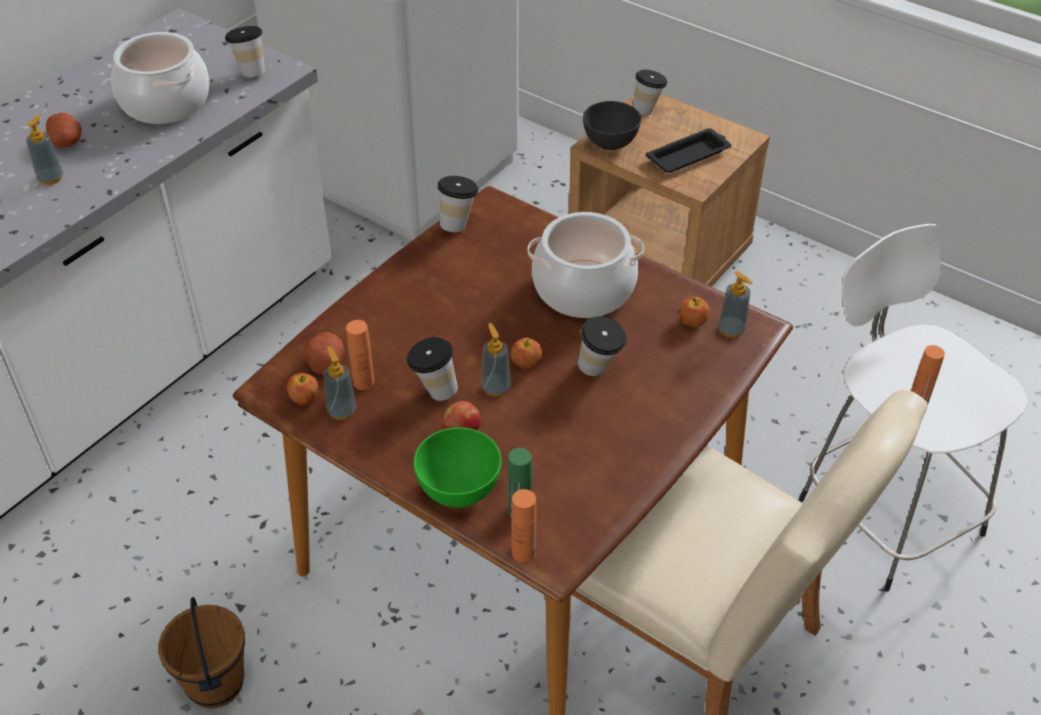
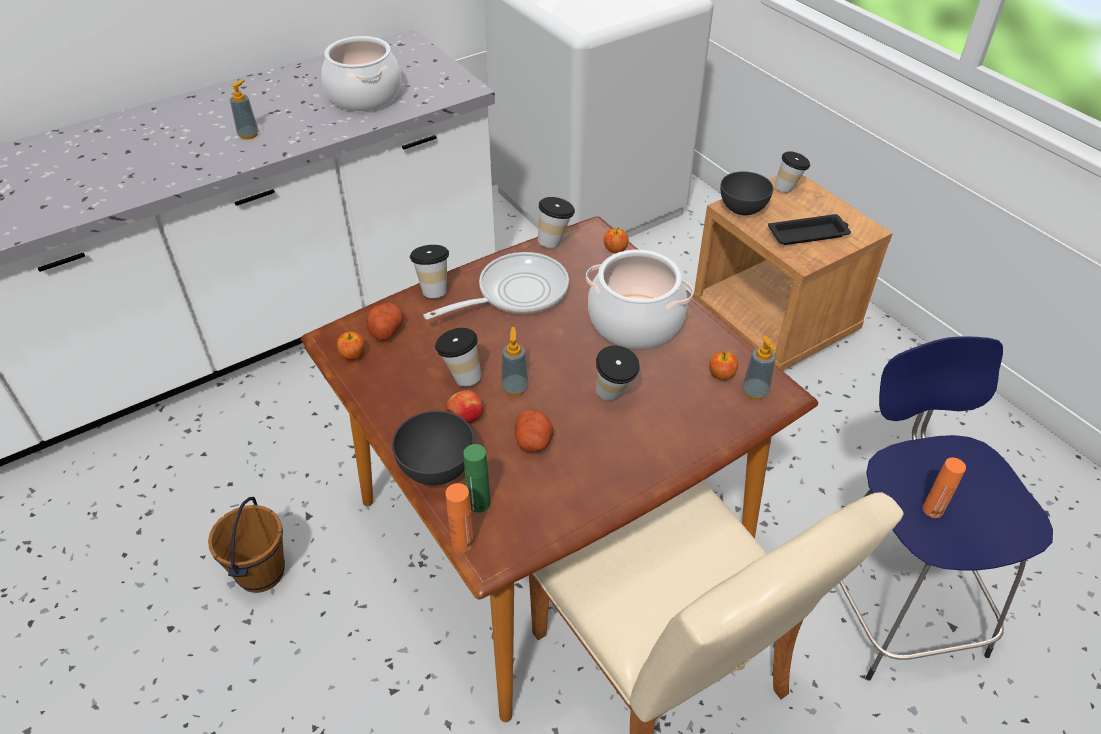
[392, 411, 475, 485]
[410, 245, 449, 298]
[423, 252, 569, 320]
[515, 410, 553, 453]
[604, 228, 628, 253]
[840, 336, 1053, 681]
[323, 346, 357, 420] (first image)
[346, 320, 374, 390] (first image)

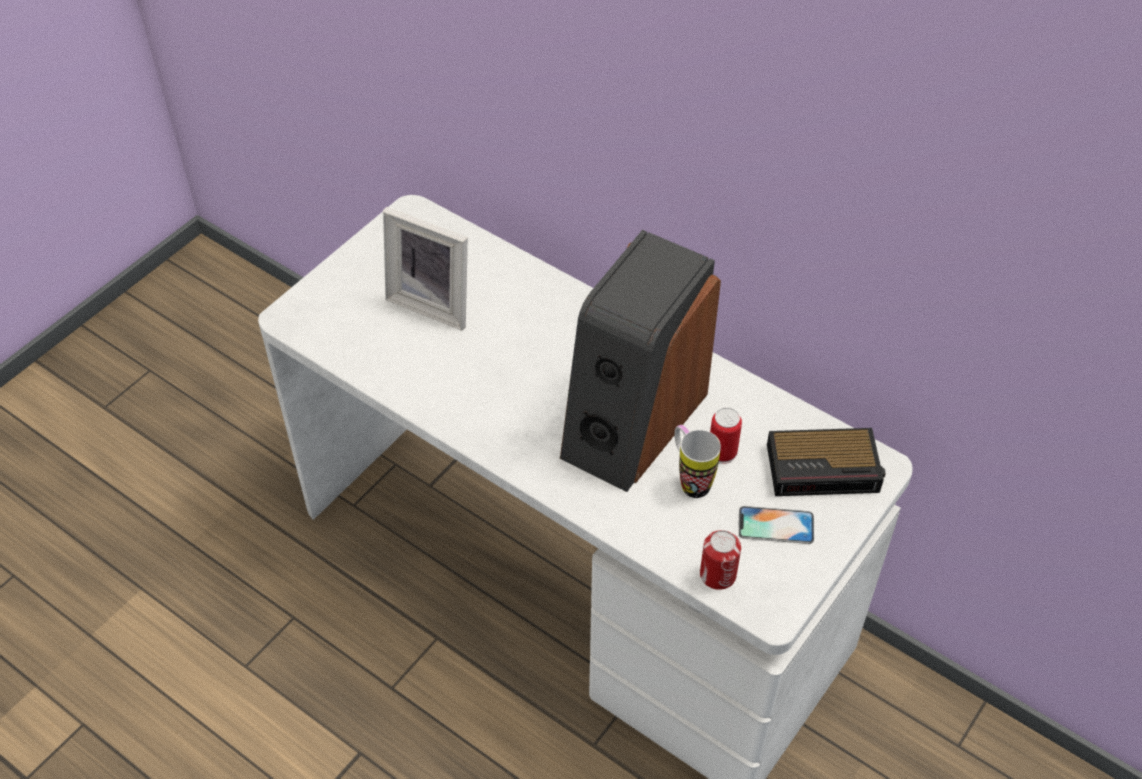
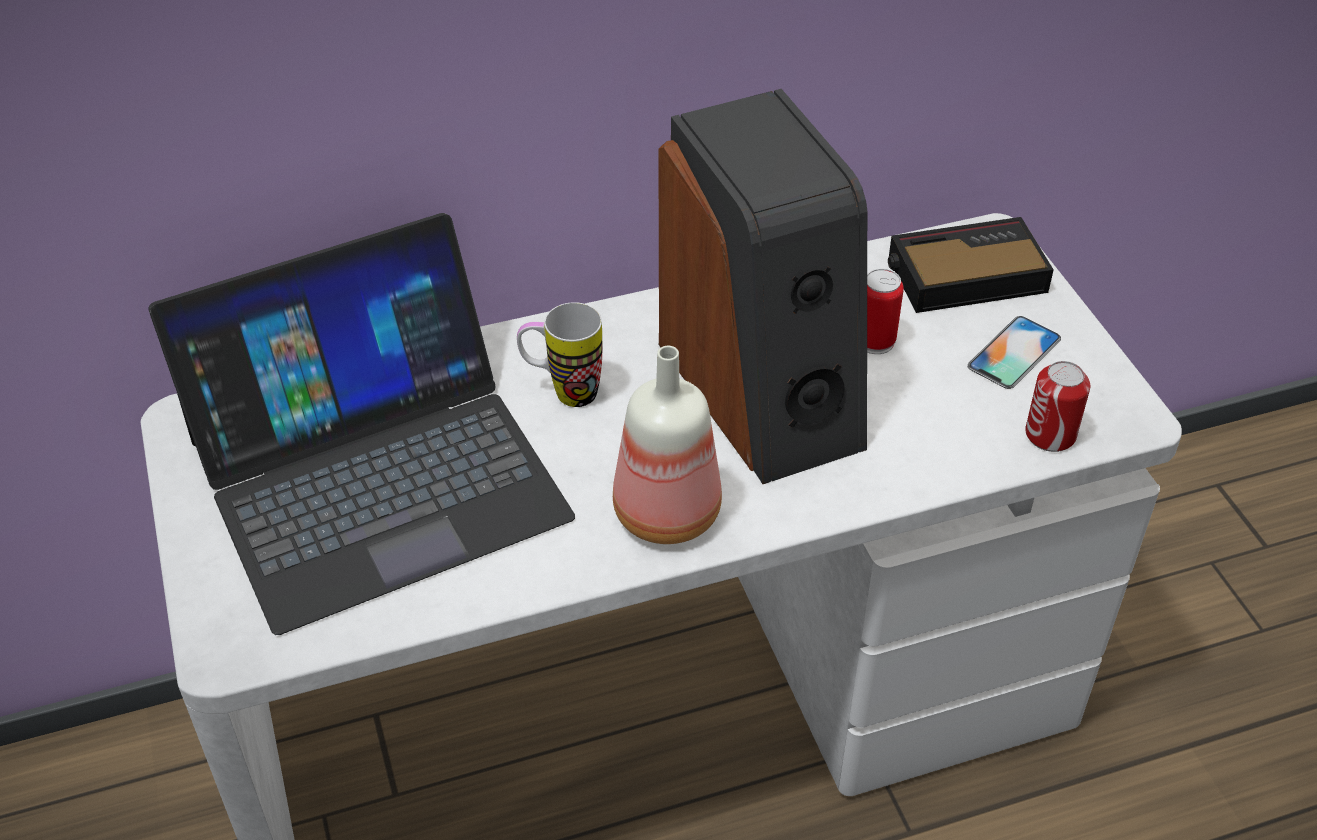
[149, 213, 575, 635]
[517, 302, 602, 407]
[613, 346, 722, 544]
[888, 217, 1054, 313]

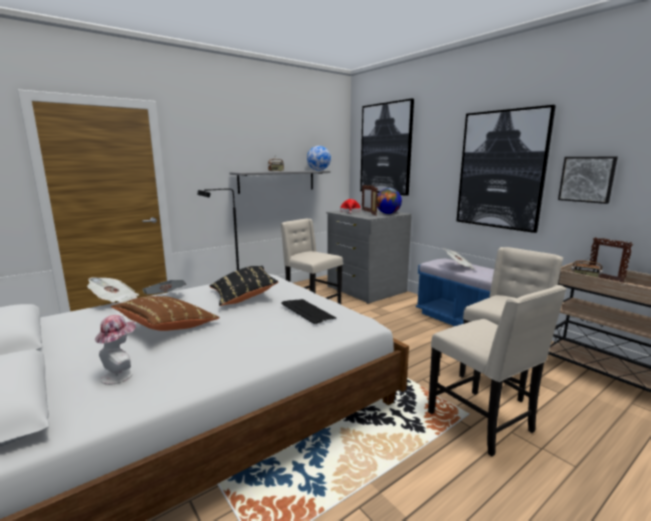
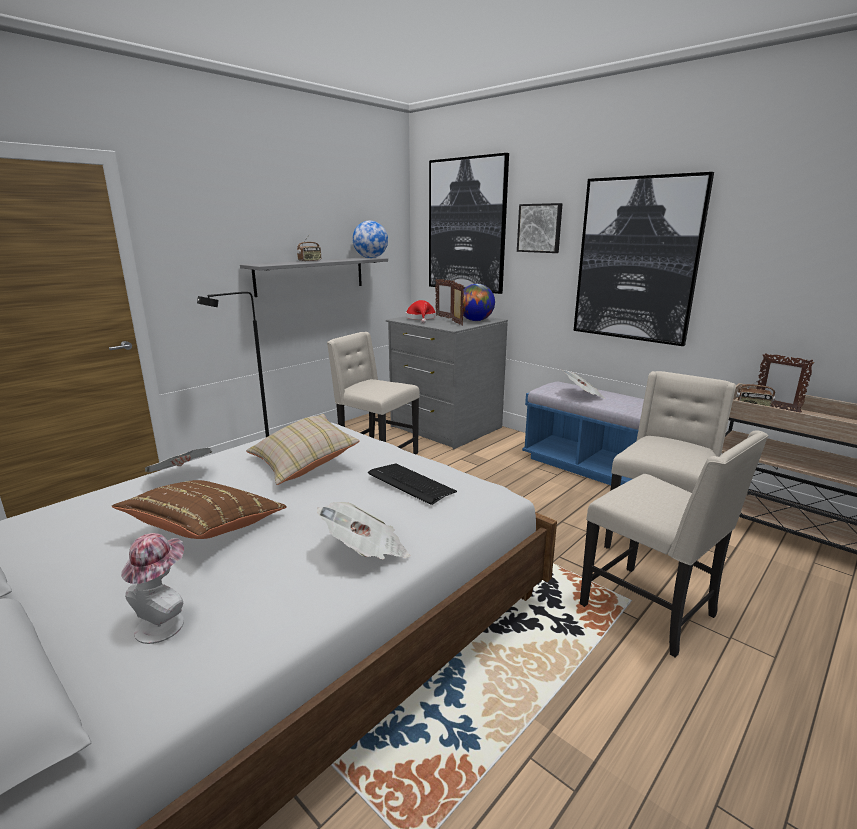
[246, 414, 360, 485]
[317, 502, 411, 559]
[517, 203, 563, 253]

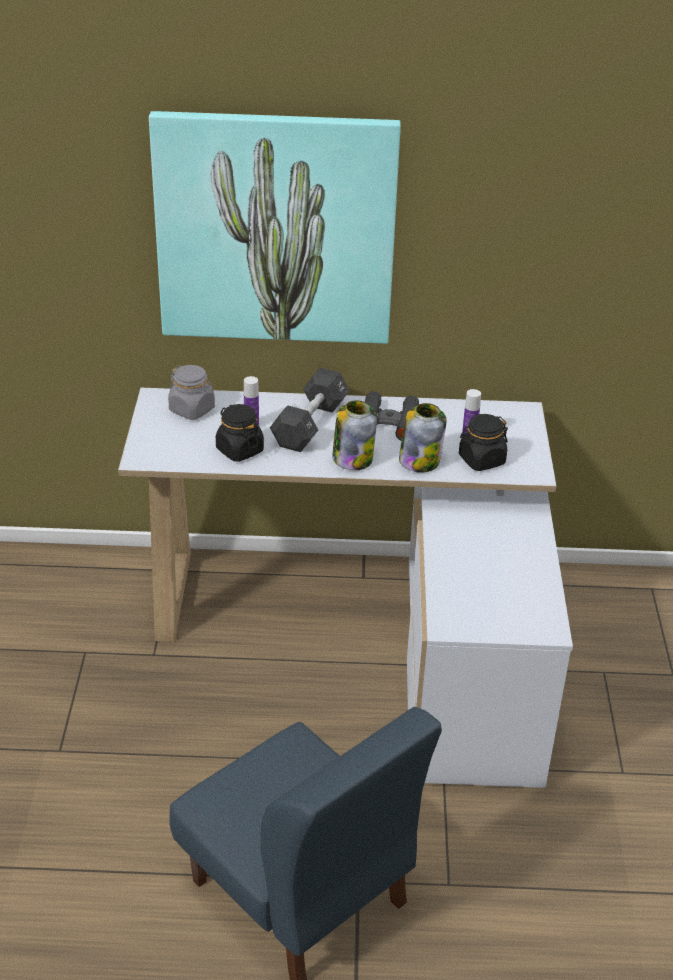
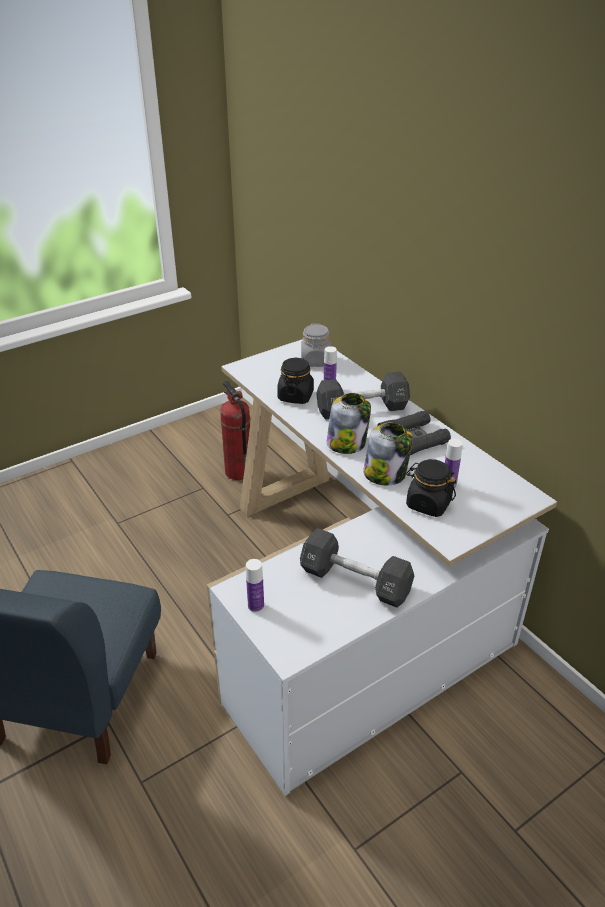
[220, 380, 250, 480]
[246, 559, 264, 612]
[300, 528, 414, 608]
[149, 111, 401, 344] (first image)

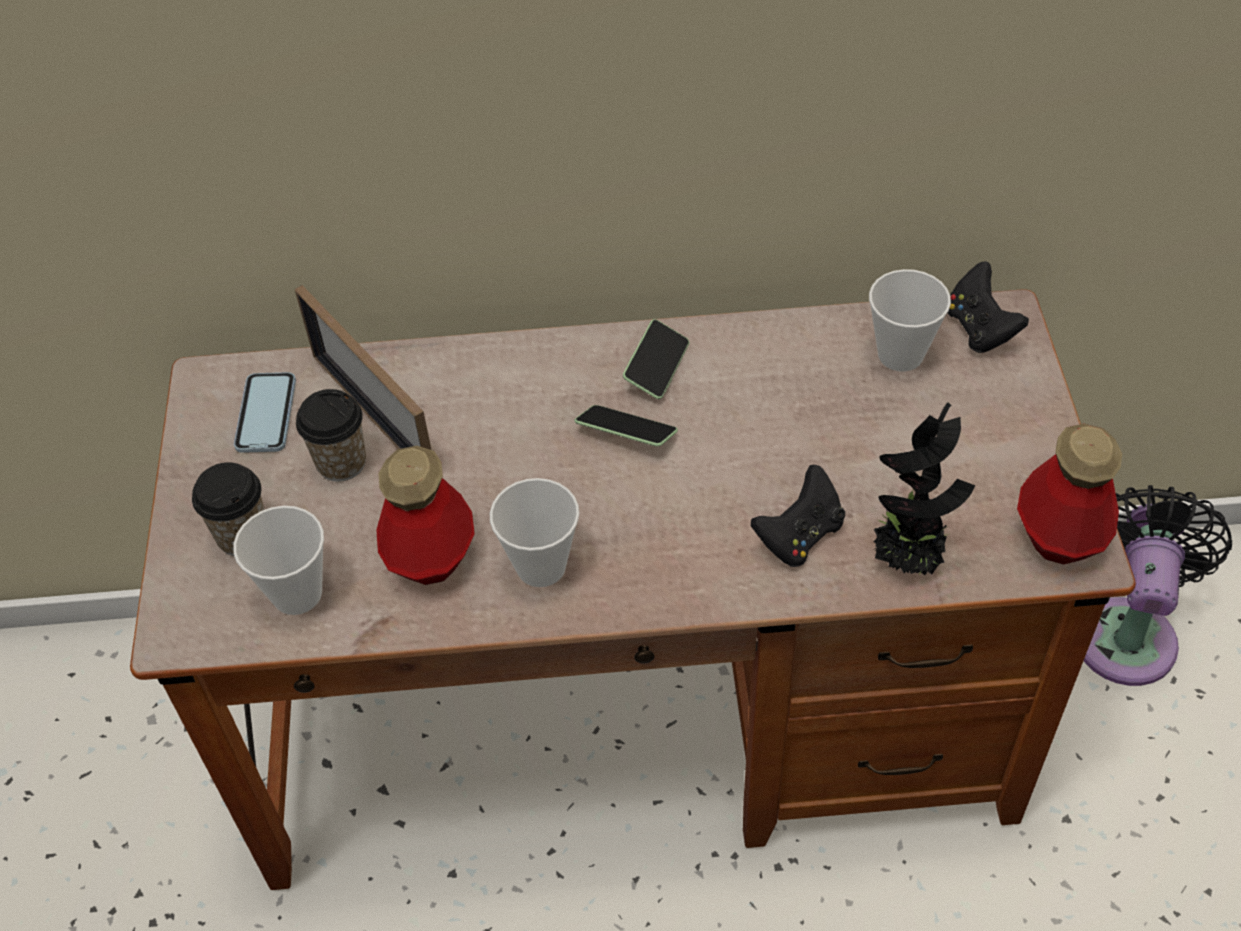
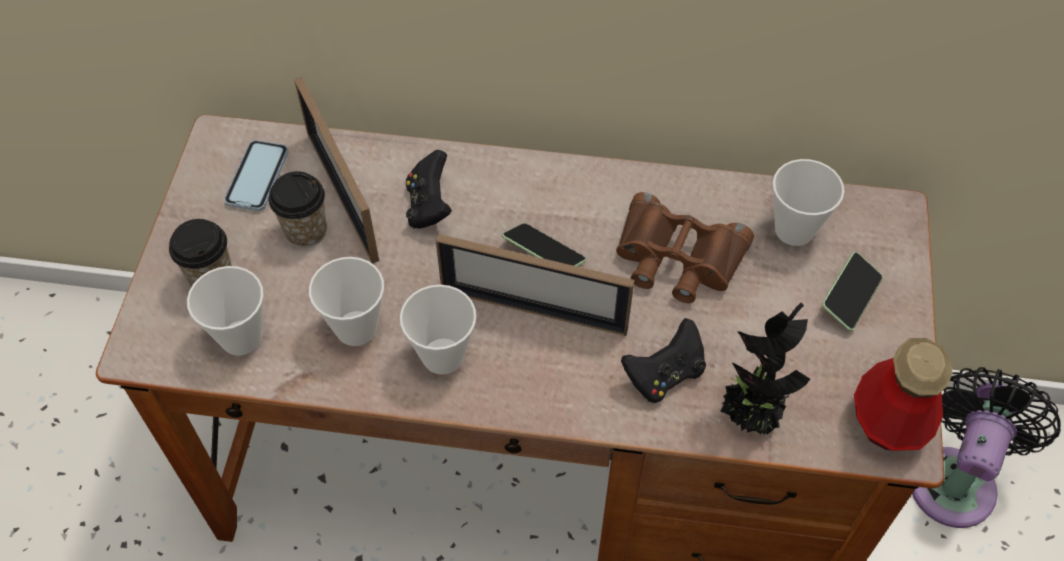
[309, 257, 384, 346]
[406, 150, 452, 229]
[436, 234, 635, 336]
[616, 192, 754, 303]
[822, 252, 883, 331]

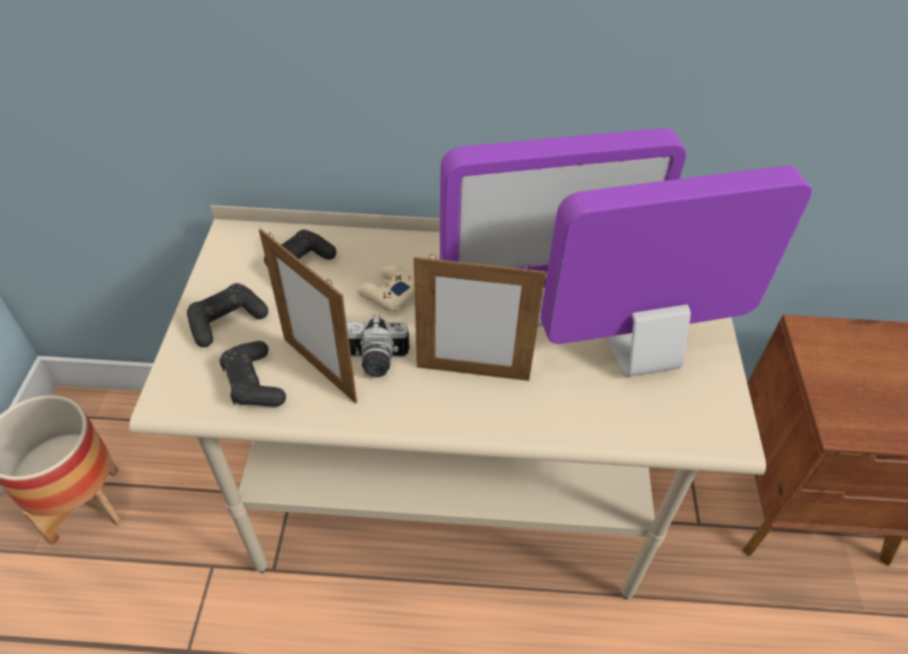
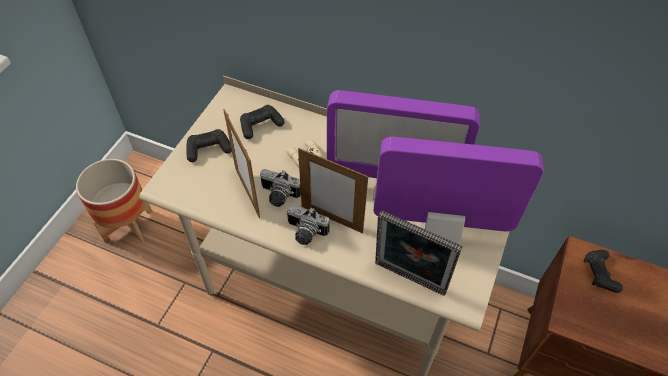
[287, 205, 330, 245]
[375, 210, 463, 296]
[584, 250, 623, 293]

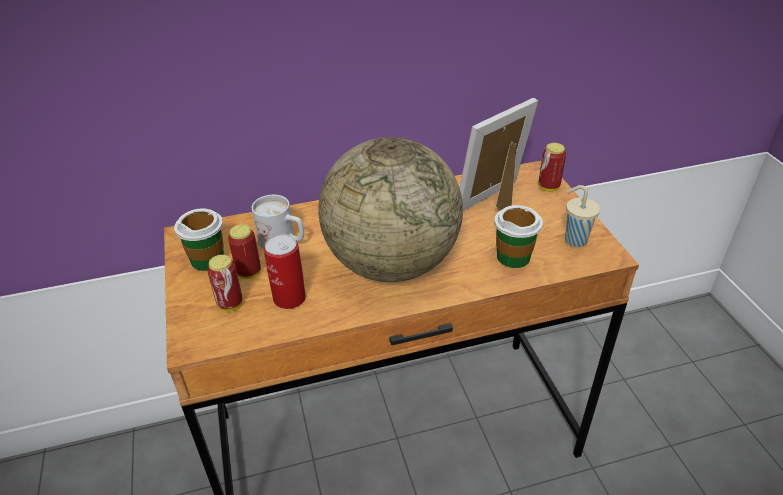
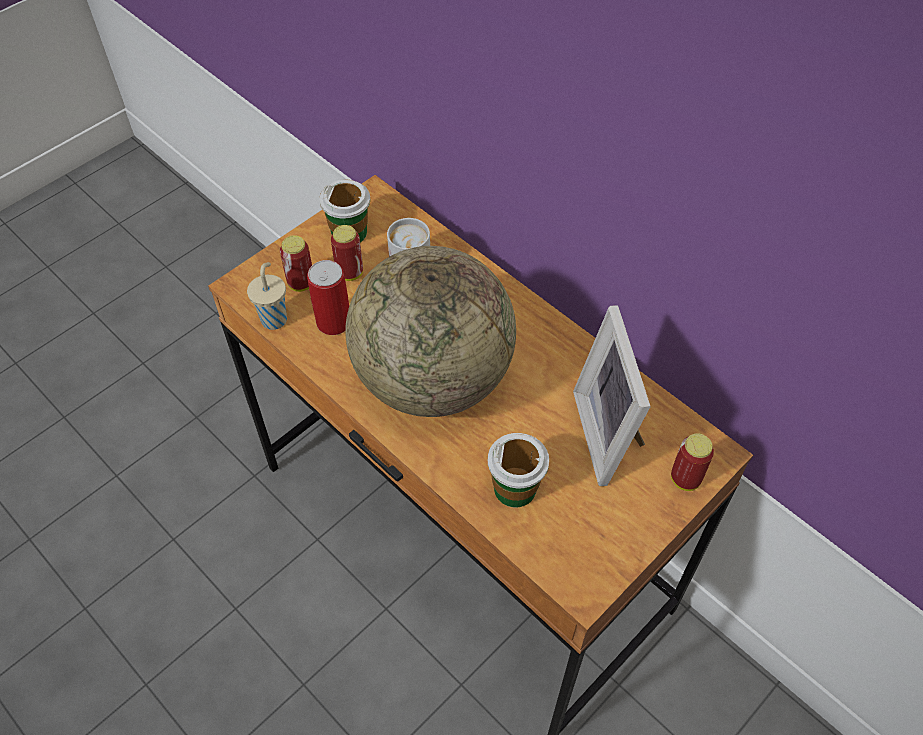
[247, 262, 287, 330]
[573, 305, 650, 486]

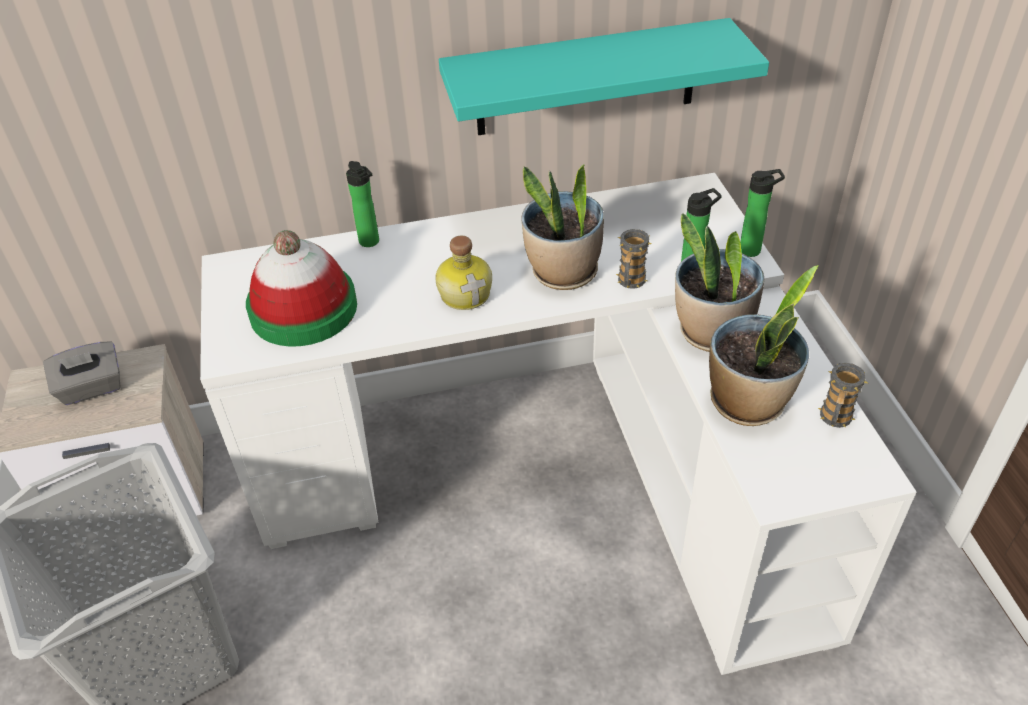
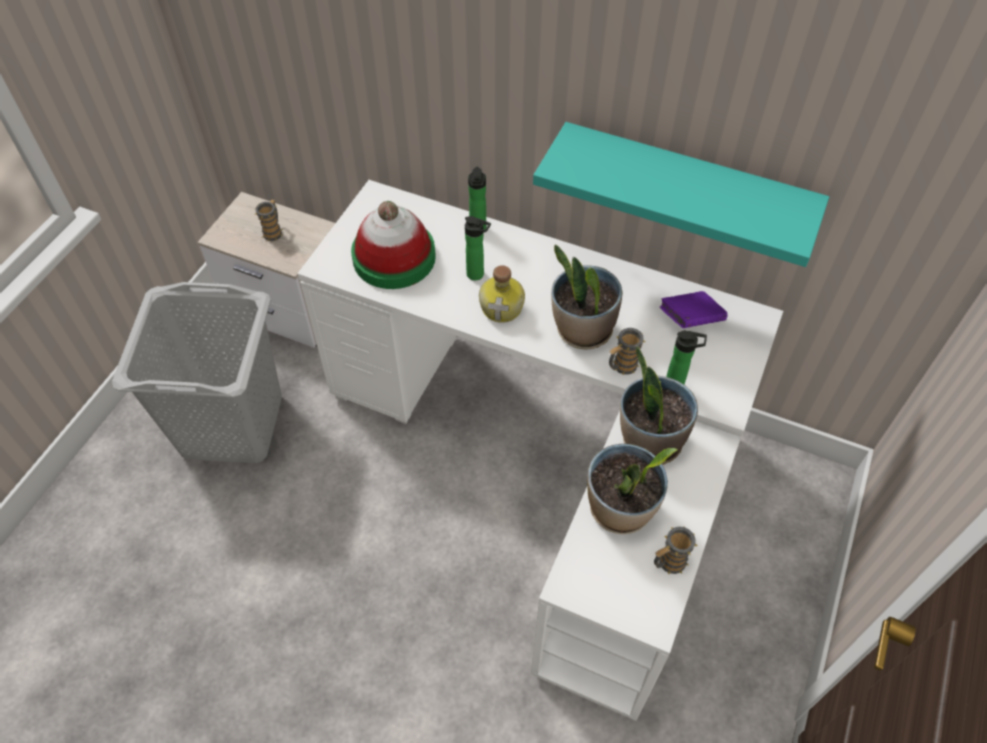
[255, 200, 282, 241]
[465, 216, 491, 280]
[660, 291, 728, 328]

